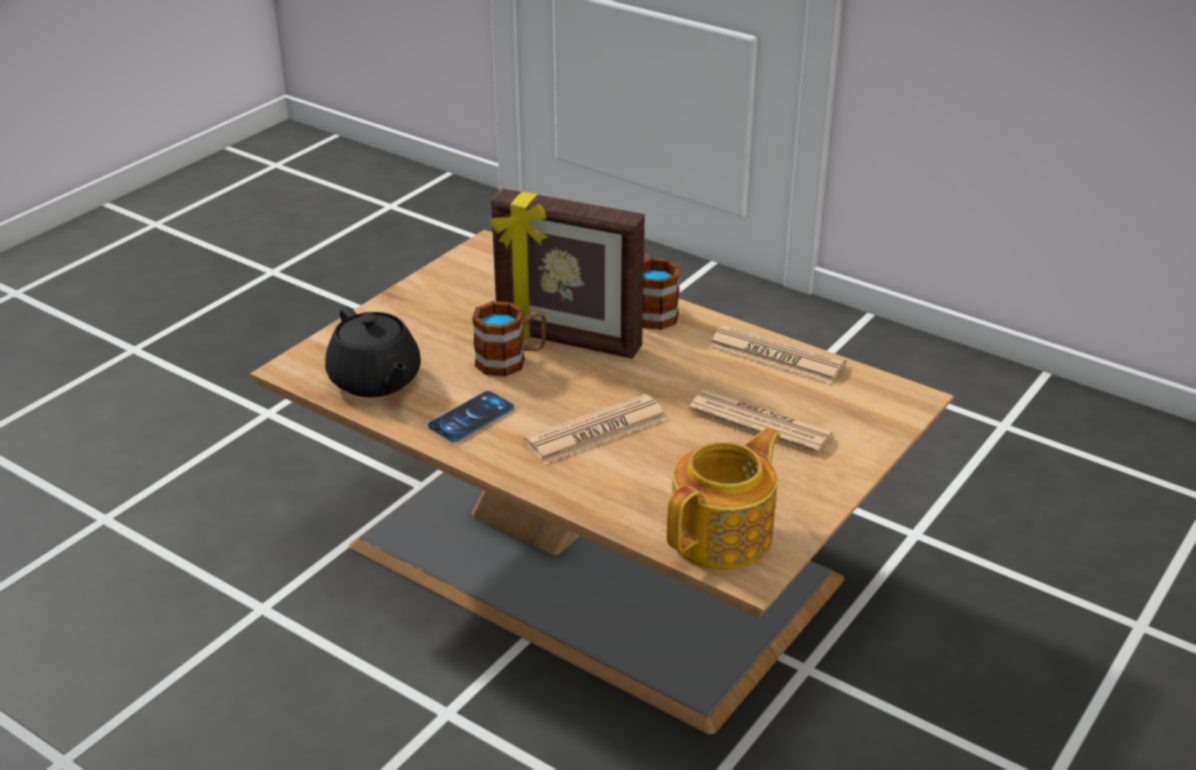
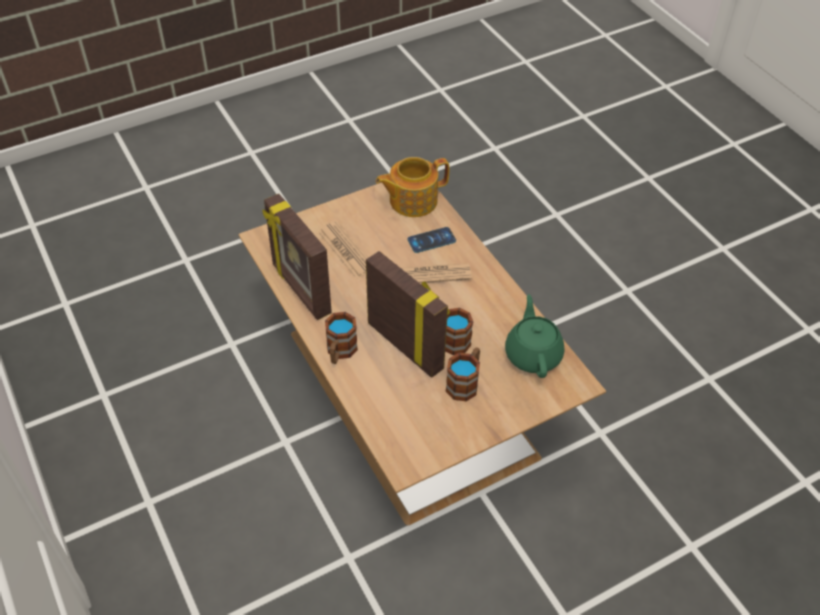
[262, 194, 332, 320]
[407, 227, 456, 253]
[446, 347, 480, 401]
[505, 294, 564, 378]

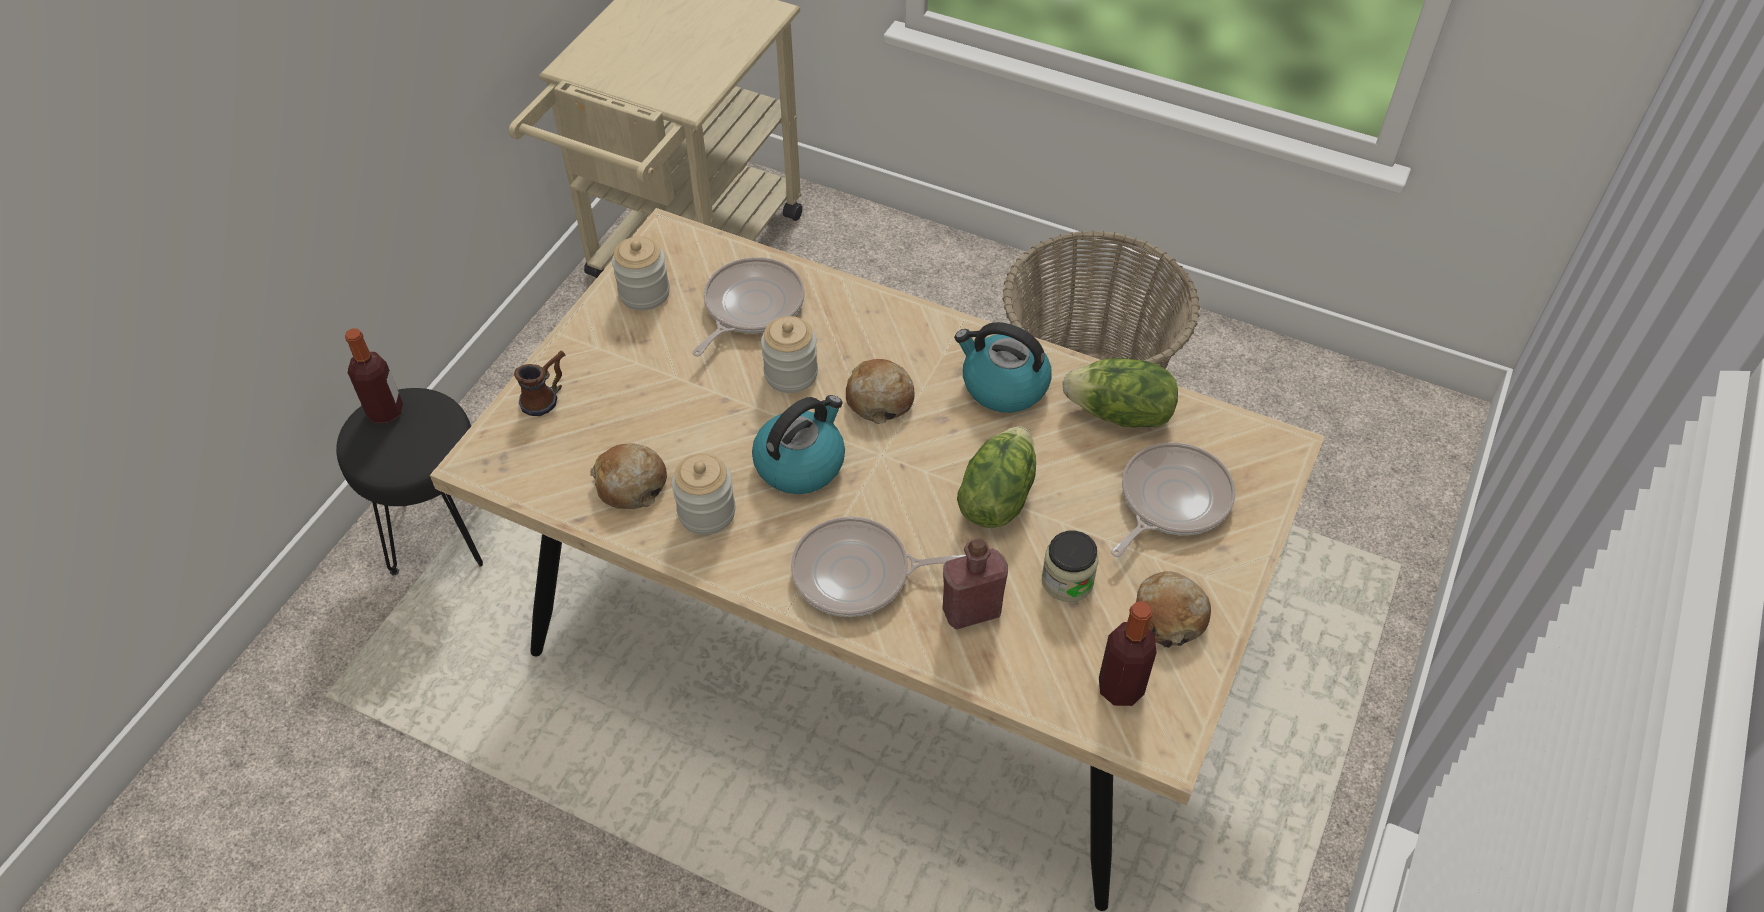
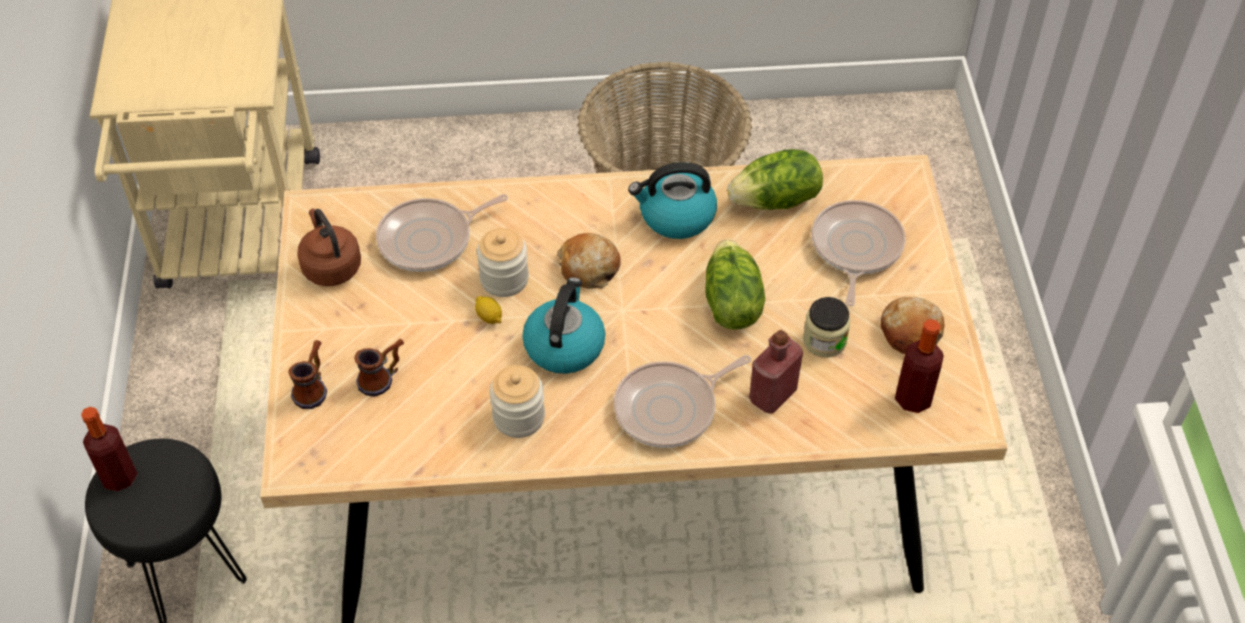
[297, 208, 361, 286]
[354, 339, 404, 397]
[376, 194, 508, 272]
[475, 296, 502, 324]
[590, 444, 667, 509] (first image)

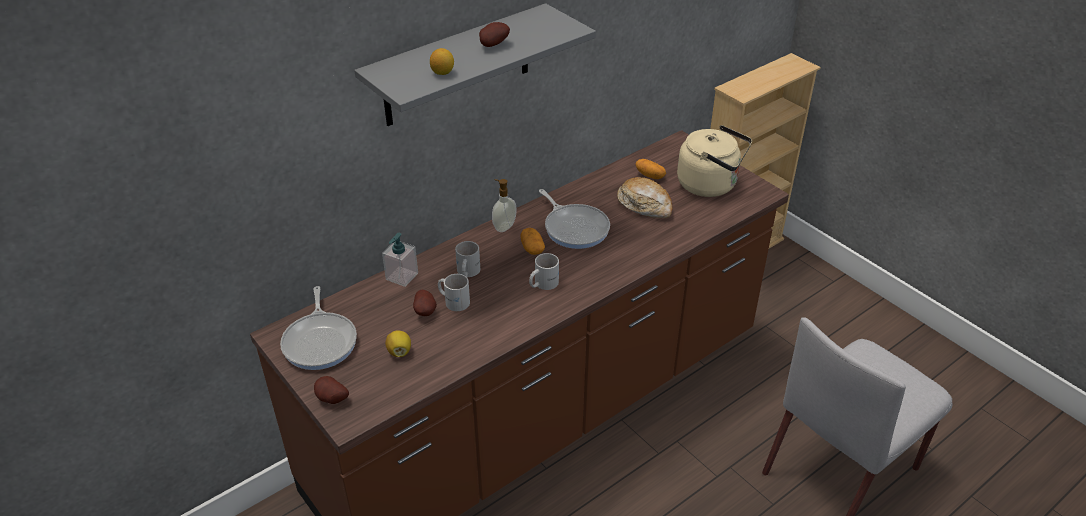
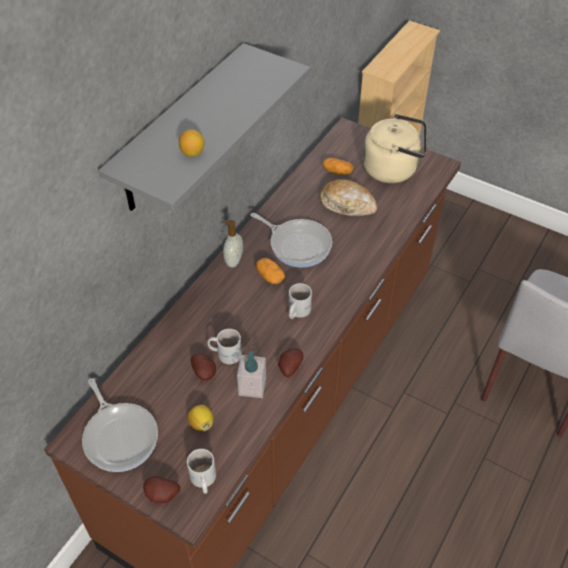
[187, 449, 216, 494]
[237, 351, 266, 398]
[278, 348, 303, 377]

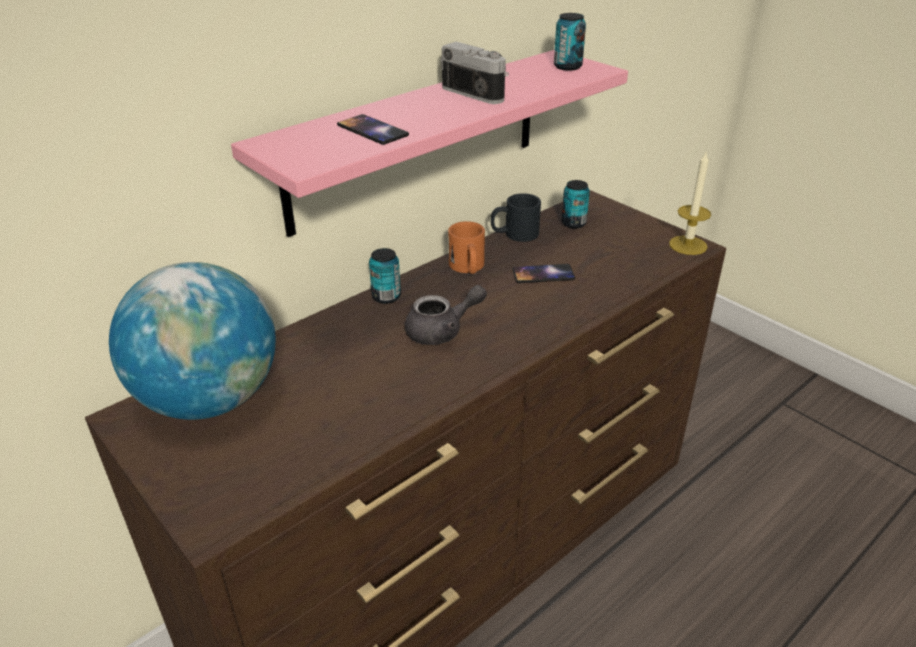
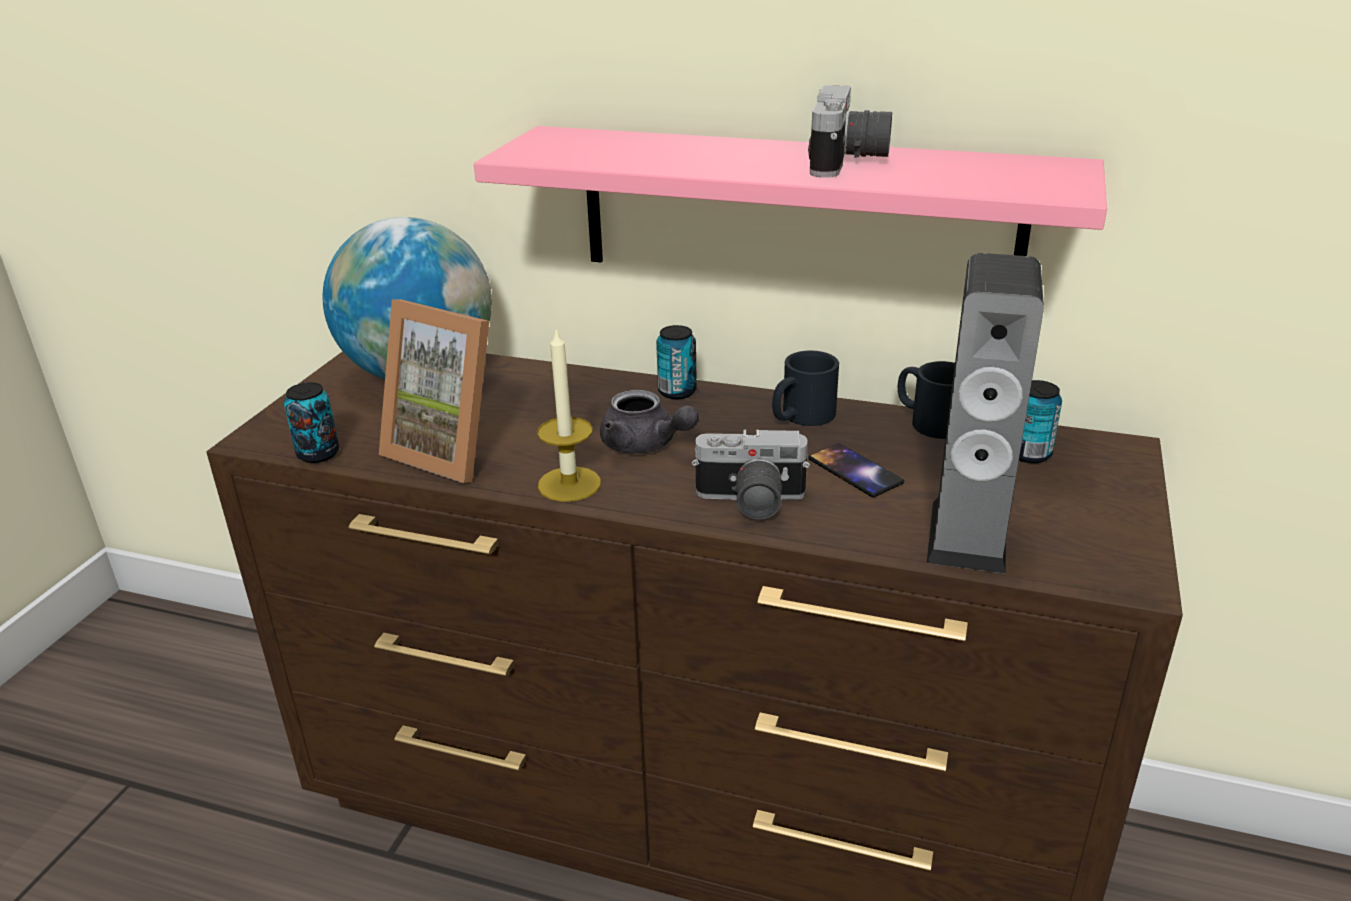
[284, 382, 339, 463]
[379, 299, 489, 483]
[537, 328, 601, 502]
[692, 429, 810, 520]
[772, 350, 839, 426]
[927, 253, 1044, 574]
[337, 114, 409, 145] (first image)

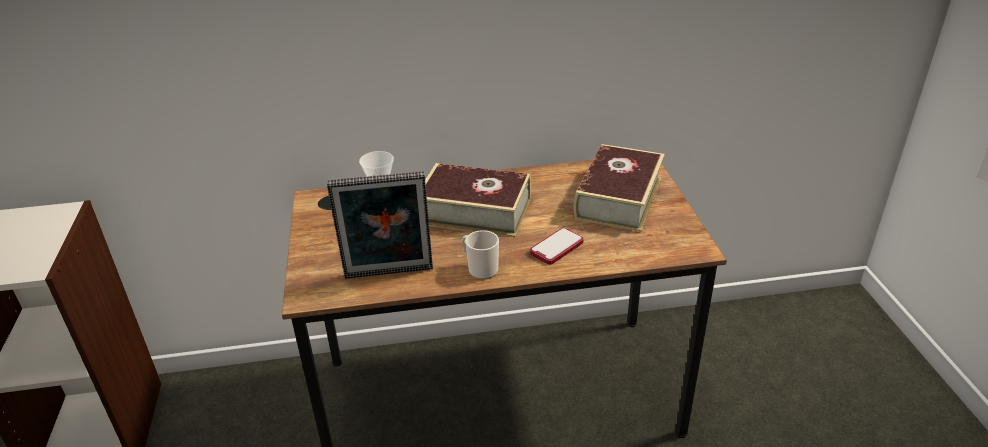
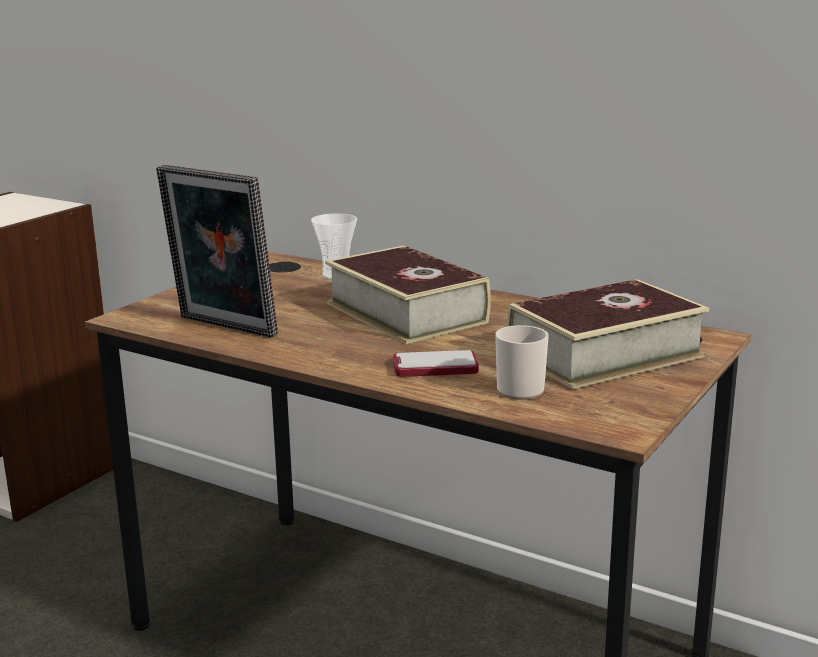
[495, 325, 548, 400]

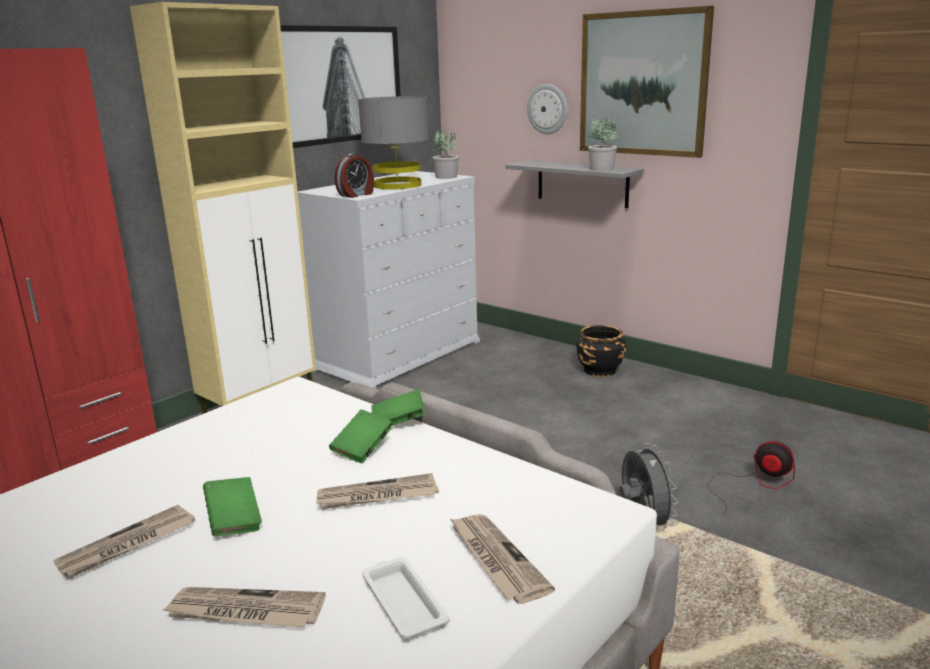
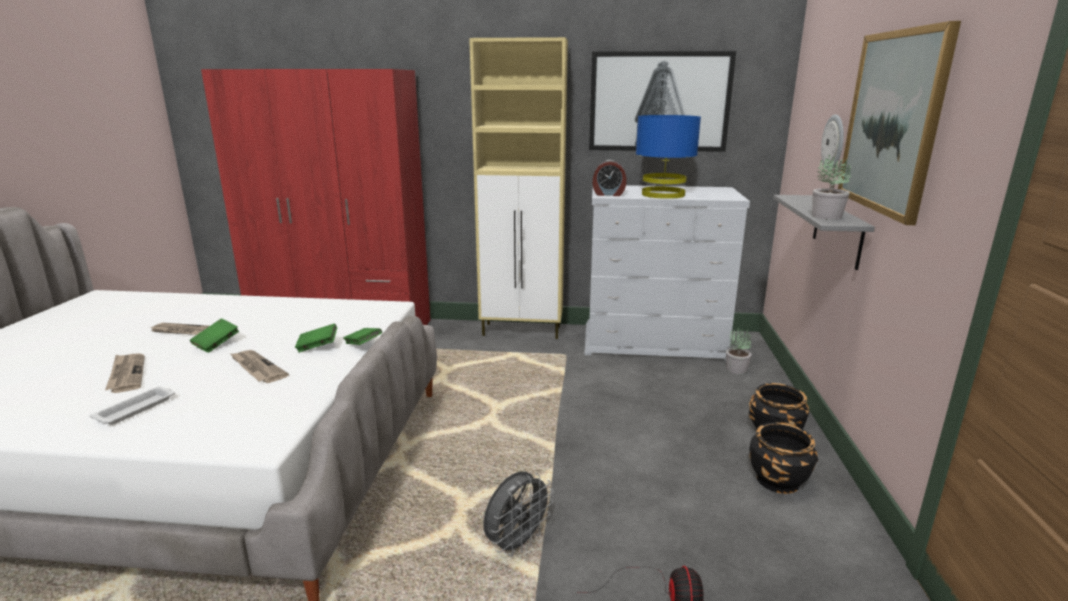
[636, 115, 701, 199]
[726, 327, 752, 374]
[749, 422, 818, 494]
[449, 514, 555, 604] (first image)

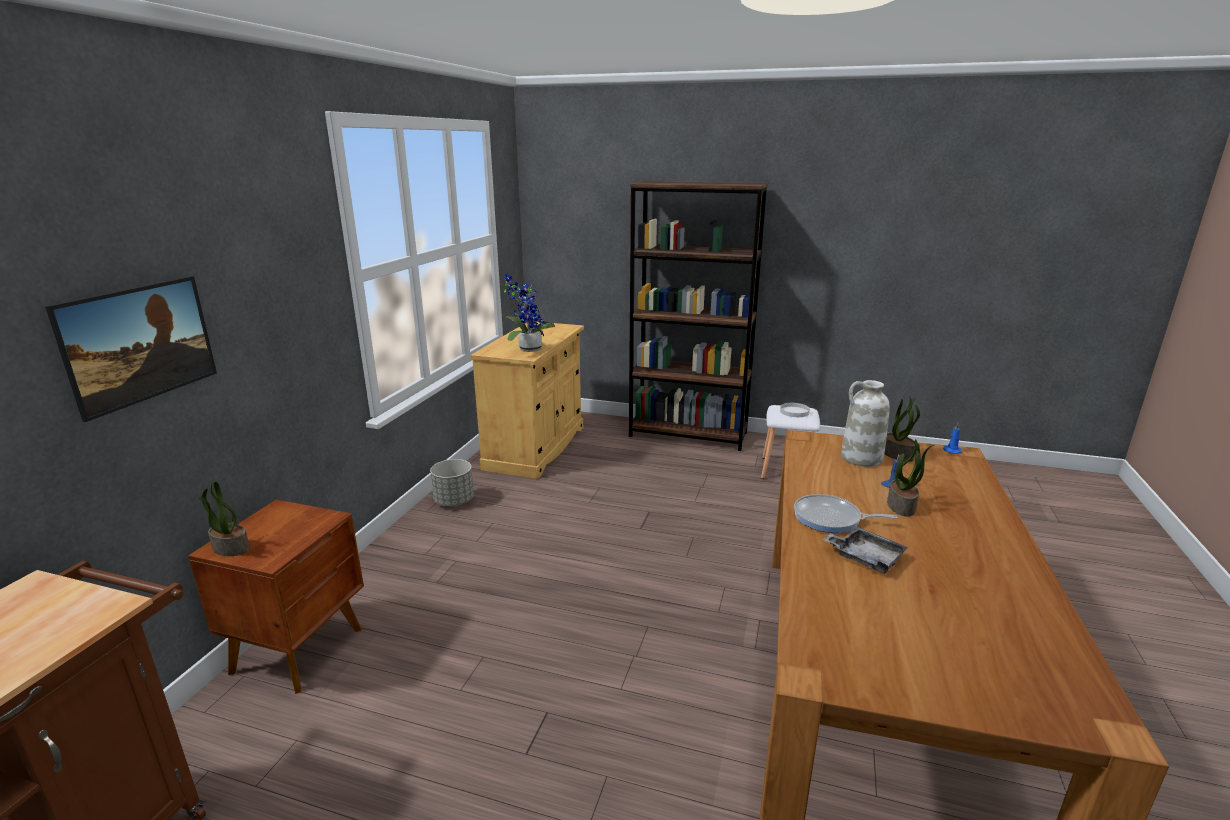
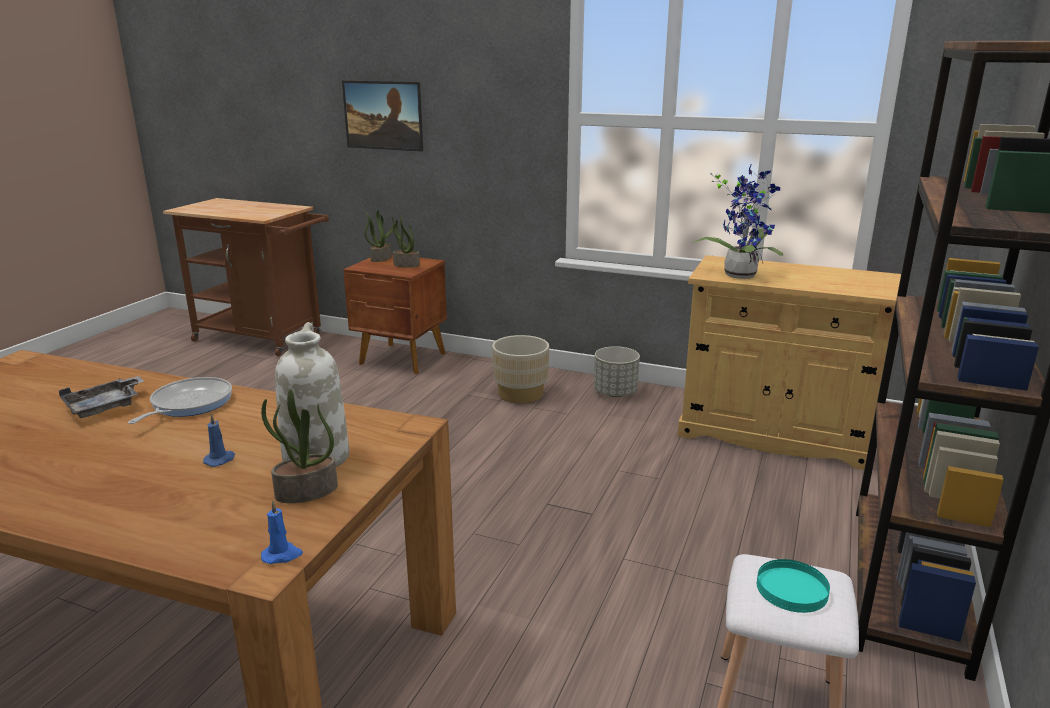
[393, 216, 420, 267]
[492, 335, 549, 404]
[757, 559, 830, 613]

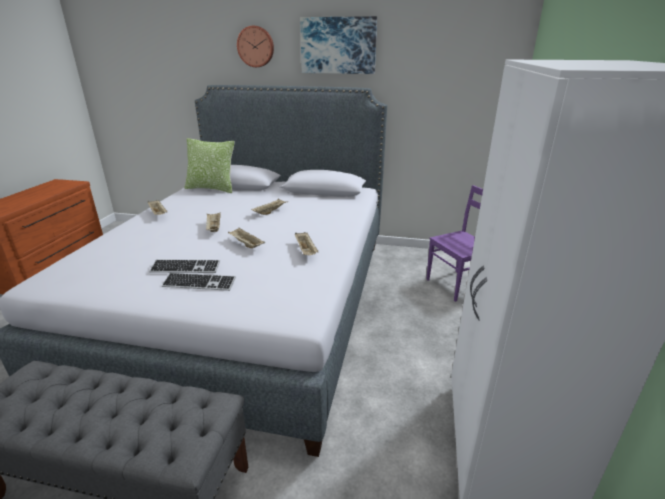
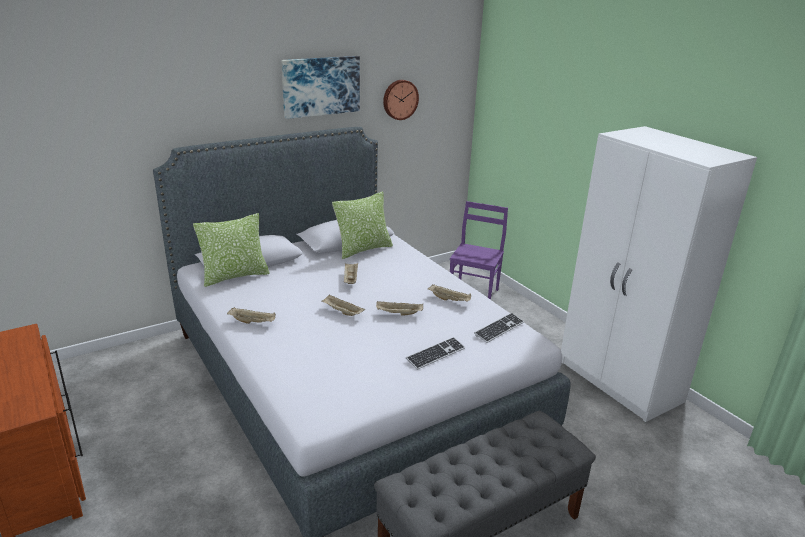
[332, 192, 393, 259]
[383, 80, 419, 120]
[474, 313, 524, 343]

